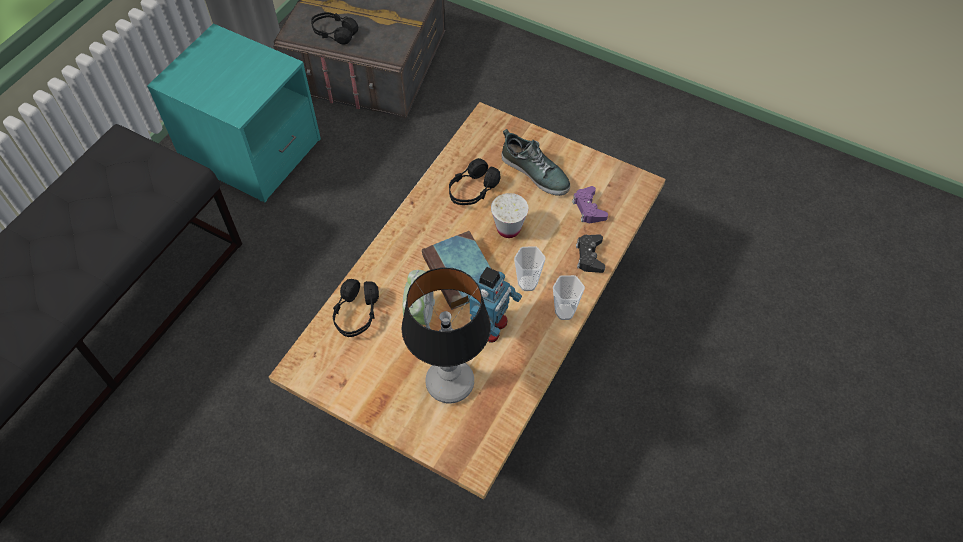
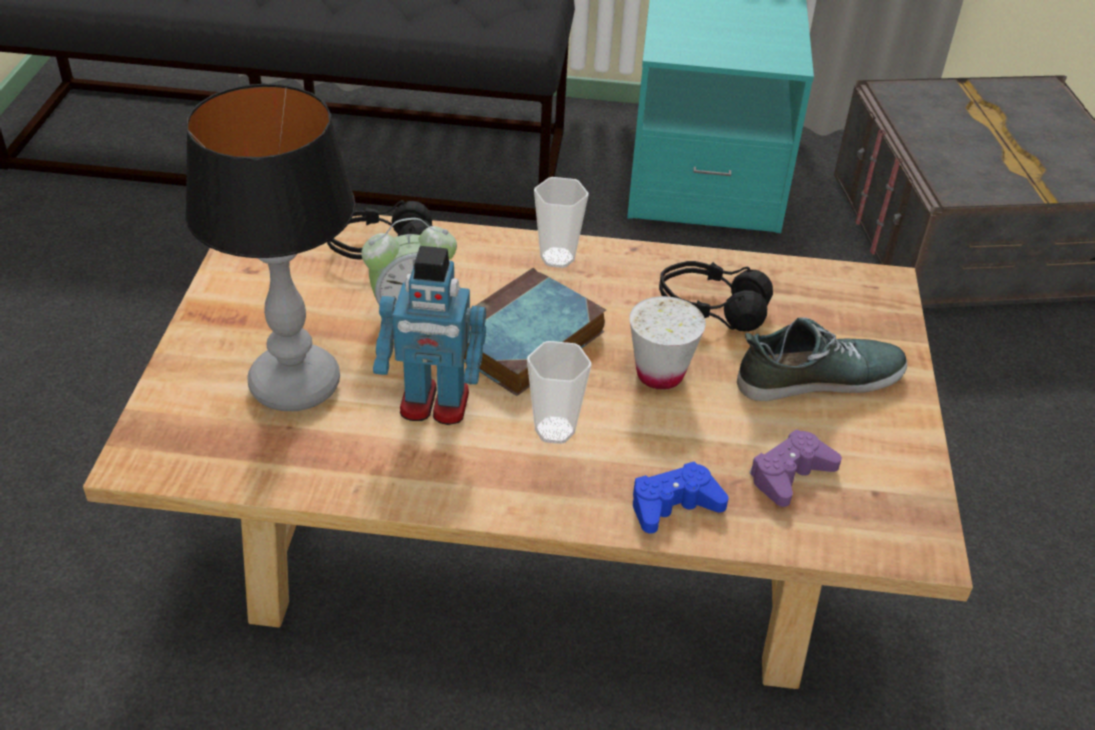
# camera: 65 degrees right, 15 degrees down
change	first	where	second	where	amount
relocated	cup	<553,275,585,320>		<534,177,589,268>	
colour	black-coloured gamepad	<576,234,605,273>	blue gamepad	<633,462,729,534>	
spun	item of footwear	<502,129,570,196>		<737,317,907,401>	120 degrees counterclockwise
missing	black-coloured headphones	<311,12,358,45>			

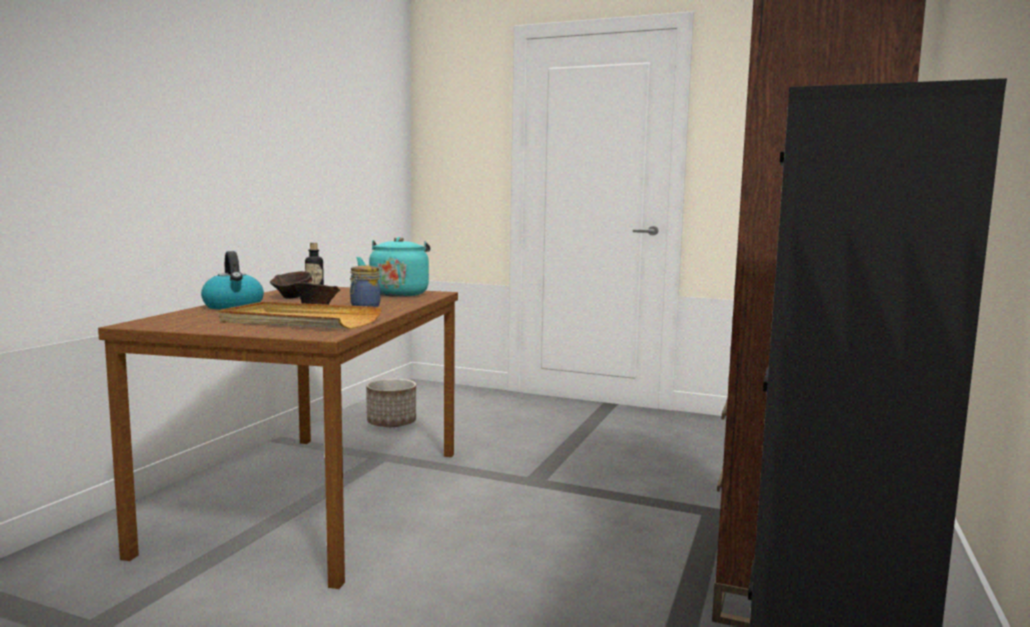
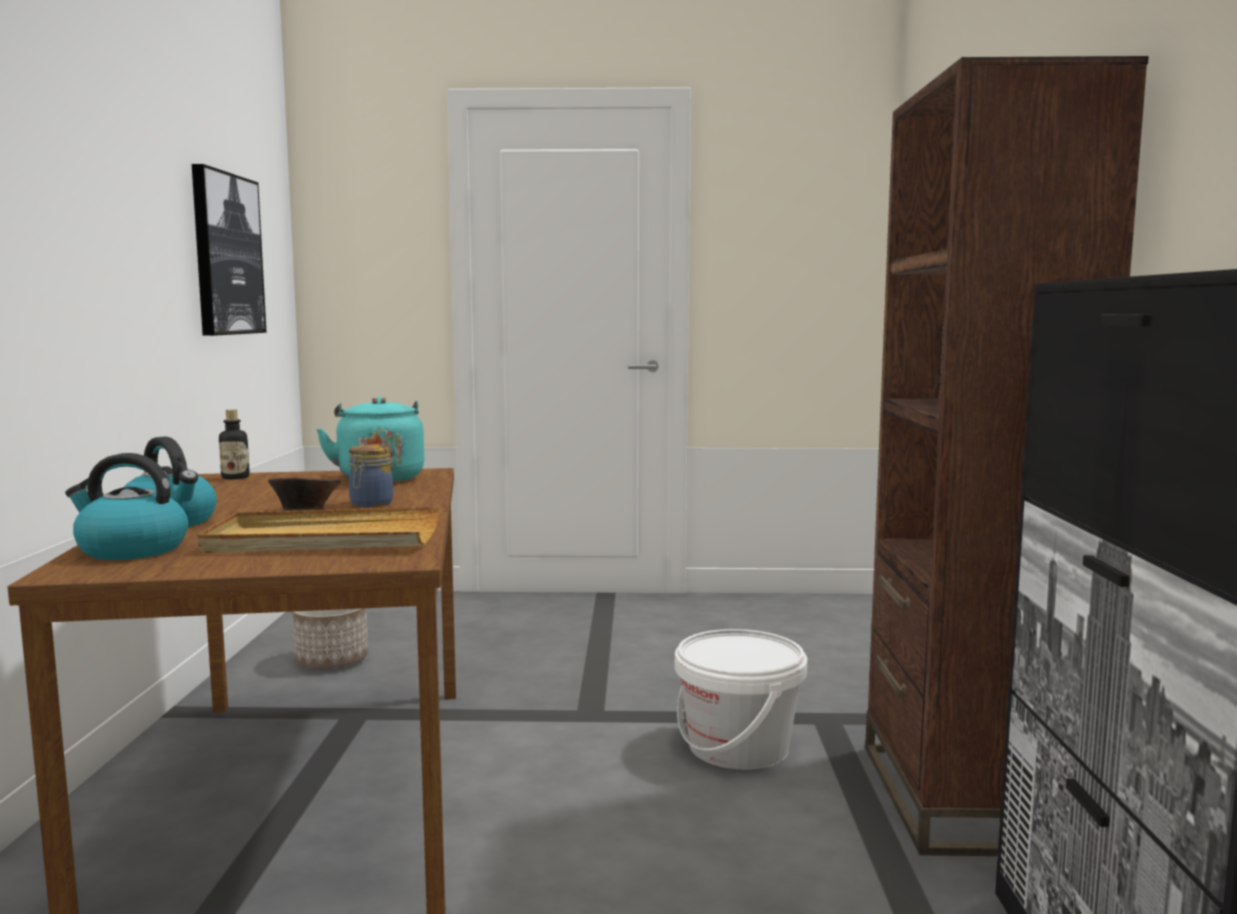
# camera: 20 degrees left, 0 degrees up
change	first	where	second	where	amount
appeared			kettle	<65,453,188,560>	
appeared			wall art	<192,164,267,336>	
appeared			white water bucket	<675,629,807,770>	
missing	brown deep dish	<270,271,312,299>			

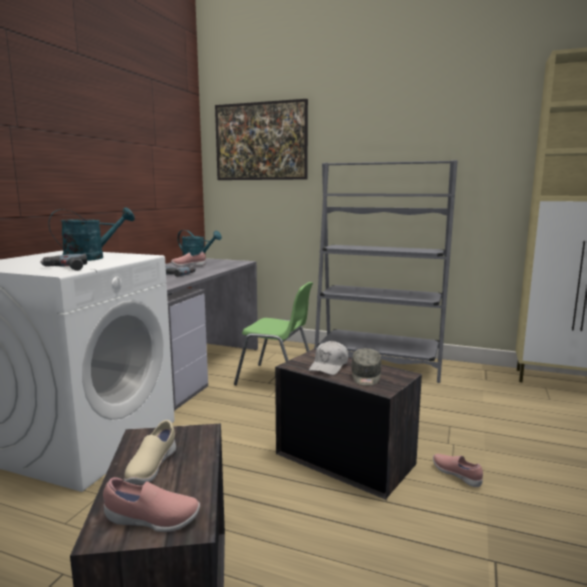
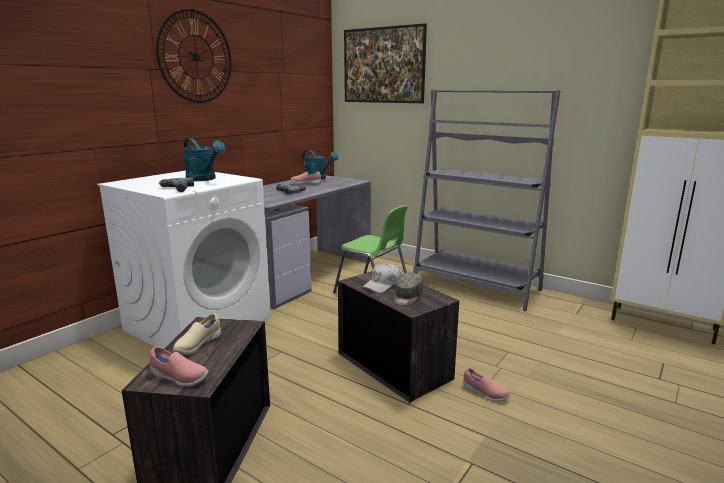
# camera: 15 degrees right, 5 degrees up
change	first	where	second	where	amount
appeared			clock on the wall	<156,9,232,103>	
spun	turquoise-coloured watering pot	<48,207,135,261>		<183,138,225,181>	60 degrees clockwise
spun	pink item of footwear	<433,454,483,487>		<463,368,510,402>	150 degrees clockwise

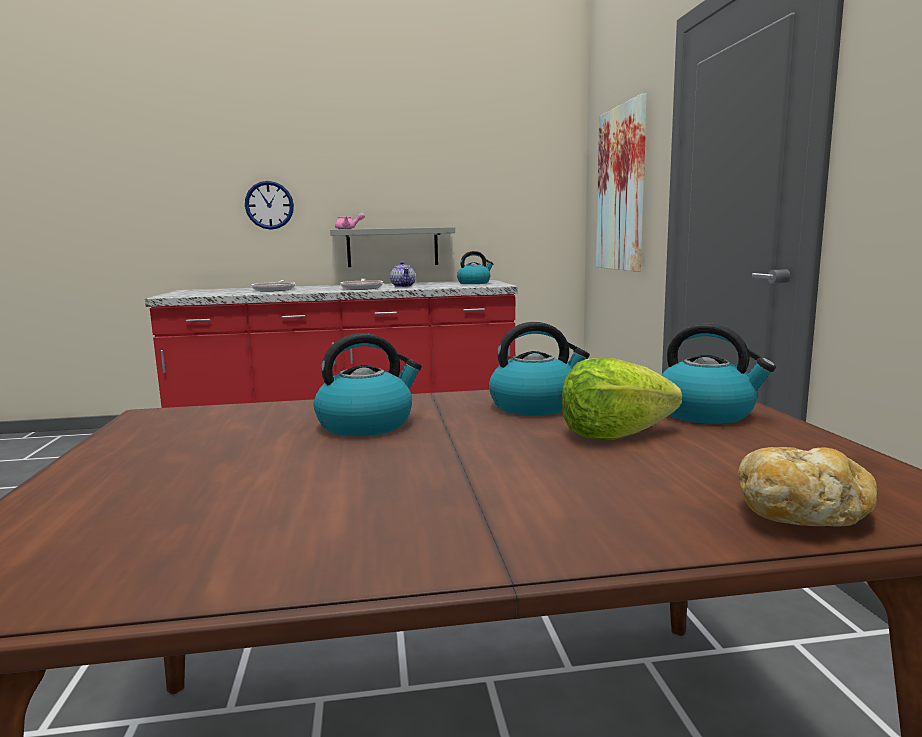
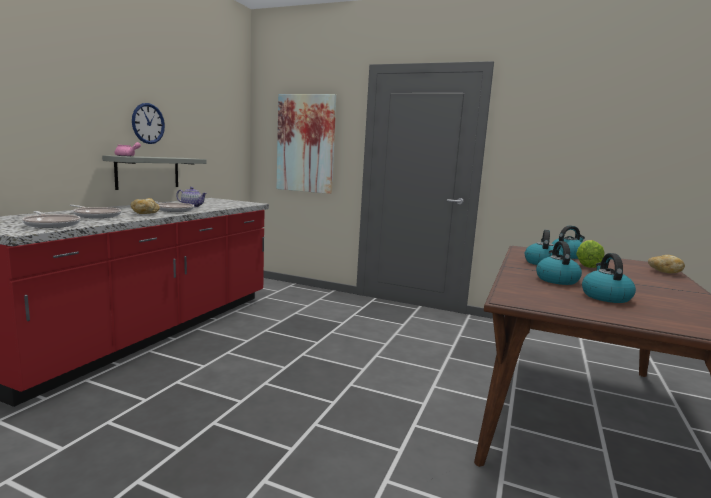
# camera: 60 degrees left, 0 degrees up
change	first	where	second	where	amount
appeared			skillet	<22,211,81,228>	
appeared			bread	<131,198,160,214>	
relocated	clock on the wall	<245,181,294,230>		<132,103,165,144>	
relocated	kettle	<457,251,494,284>		<582,253,636,303>	

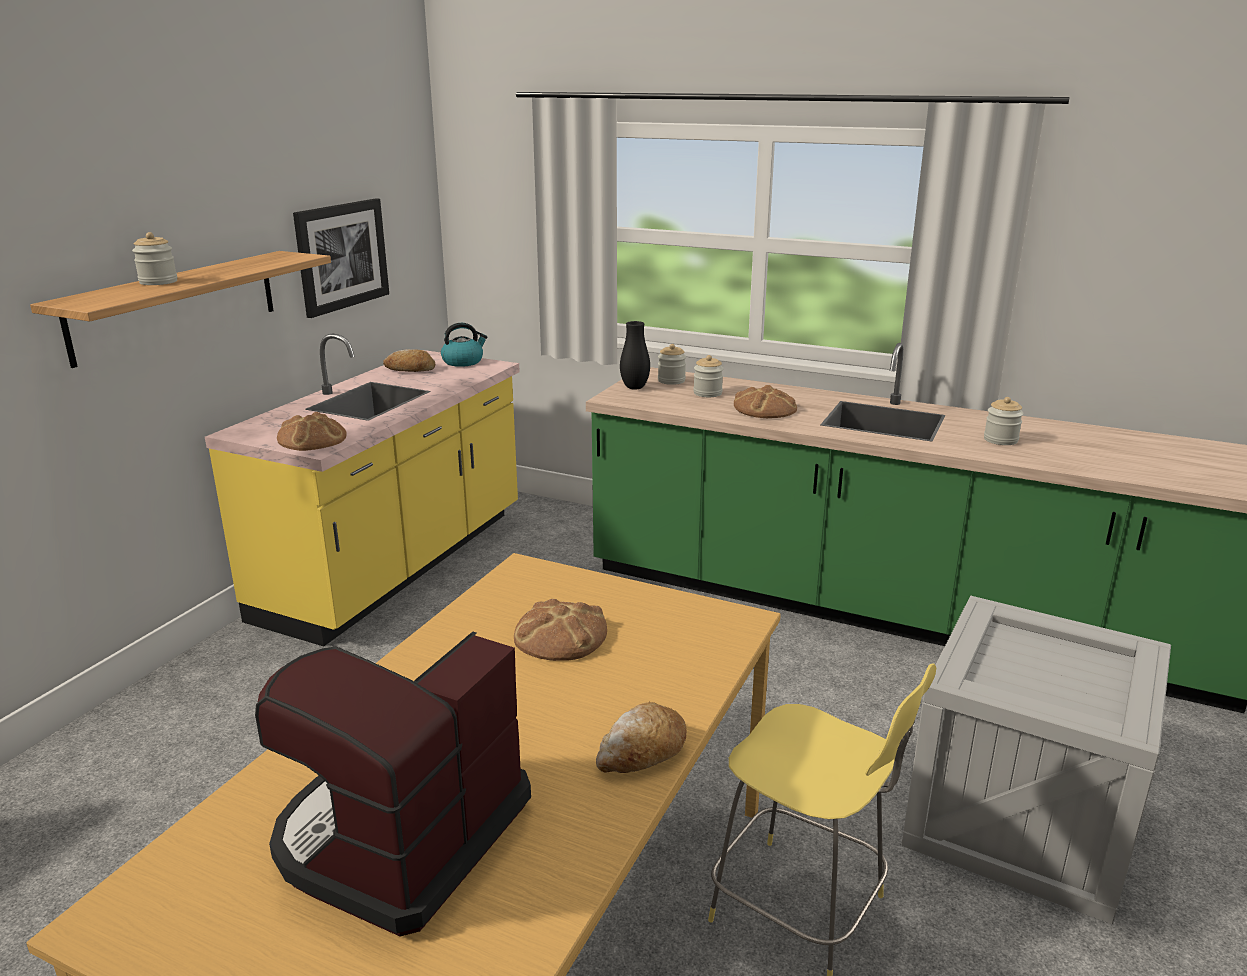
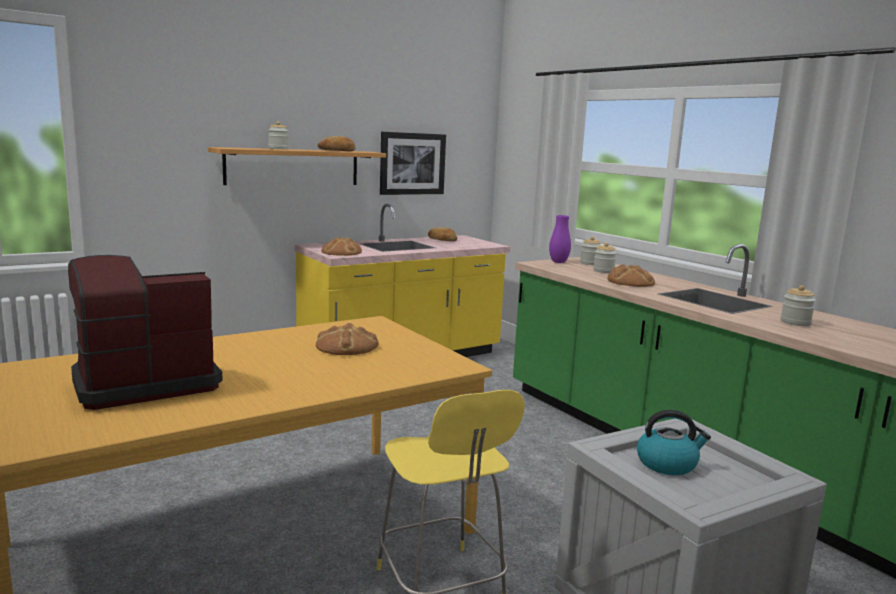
# camera: 30 degrees right, 10 degrees down
change	first	where	second	where	amount
relocated	bread	<596,702,687,773>		<317,136,355,151>	
colour	black-coloured decorative vase	<620,321,650,390>	purple-coloured decorative vase	<549,215,571,263>	
relocated	kettle	<441,323,487,367>		<637,410,711,475>	

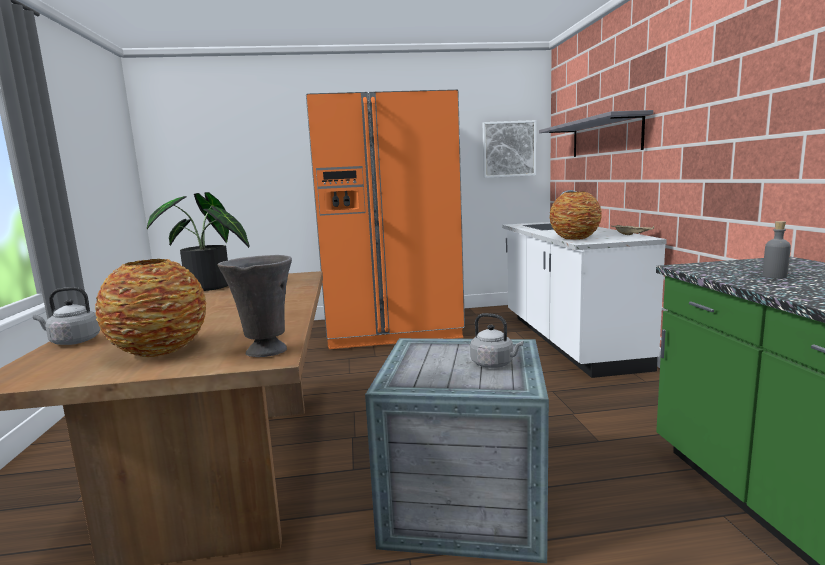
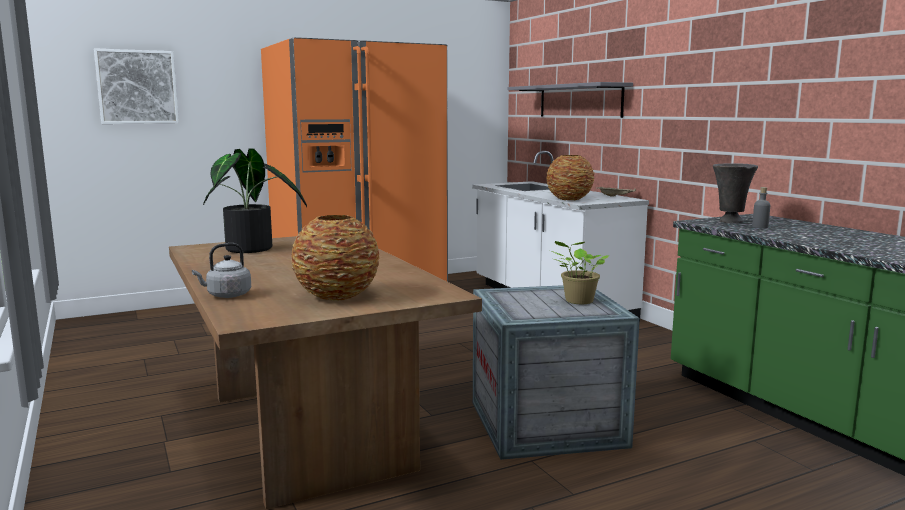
# camera: 20 degrees left, 0 degrees up
change	first	where	second	where	amount
relocated	wall art	<483,120,536,178>		<94,48,179,124>	
exchanged	gray kettle	<470,313,524,368>	houseplant	<552,241,609,304>	
relocated	gray decorative vase	<218,255,292,357>		<713,163,758,223>	

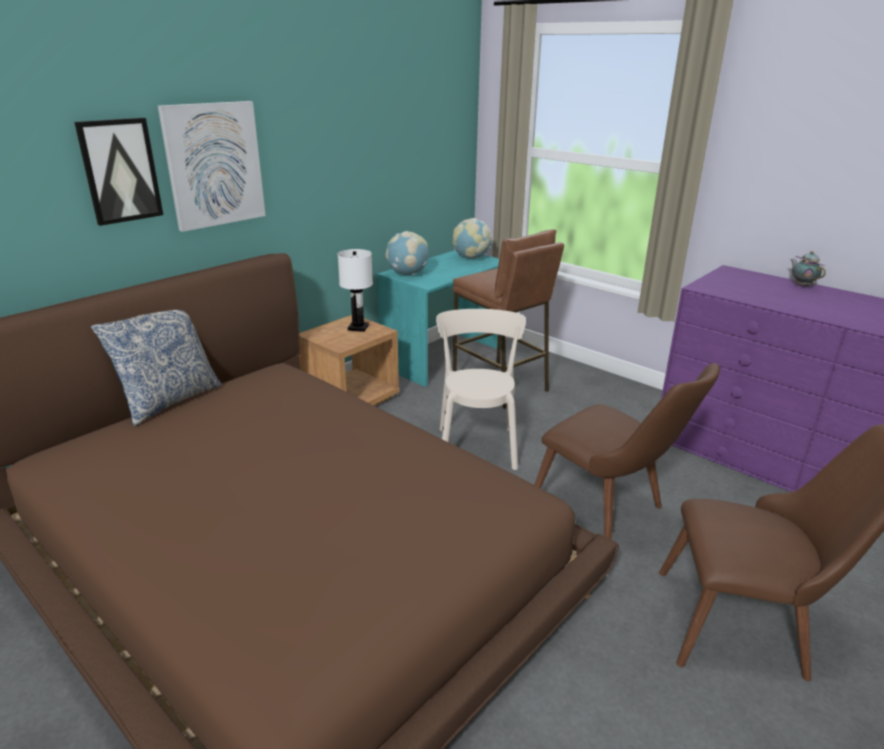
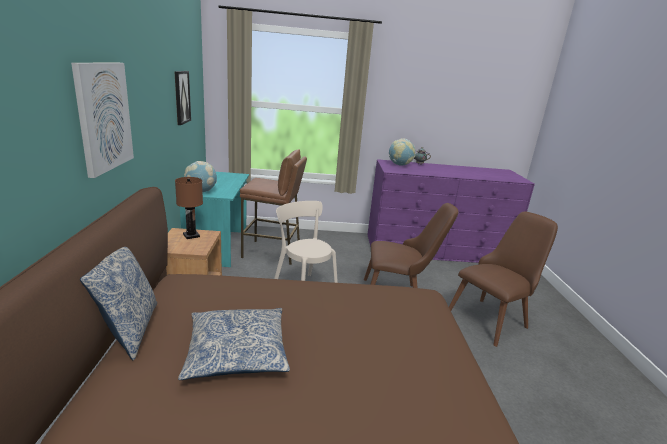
# camera: 45 degrees left, 5 degrees down
change	first	where	second	where	amount
relocated	wall art	<74,118,163,226>		<175,71,191,125>	
colour	white table lamp	<338,249,373,332>	brown table lamp	<175,177,203,239>	
appeared			throw pillow	<178,308,290,380>	
relocated	desk globe	<452,218,493,259>		<389,138,416,166>	

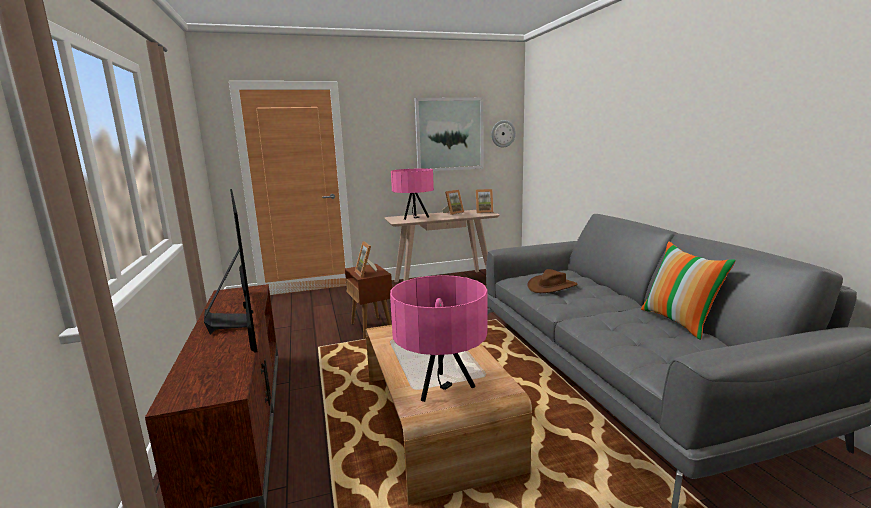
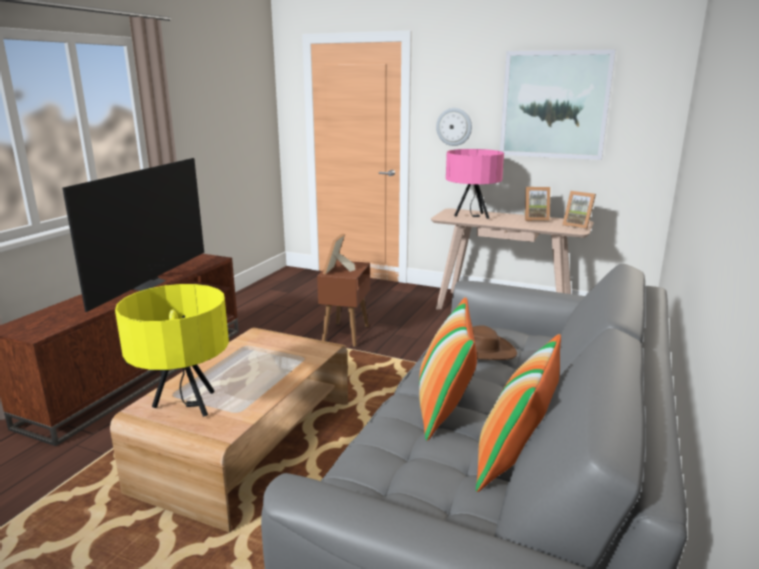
# camera: 40 degrees right, 5 degrees up
change	first	where	second	where	amount
colour	pink table lamp	<390,275,488,402>	yellow-coloured table lamp	<115,284,229,417>	
appeared			throw pillow	<419,297,477,441>	
relocated	clock on the wall	<491,120,516,148>		<436,108,472,146>	

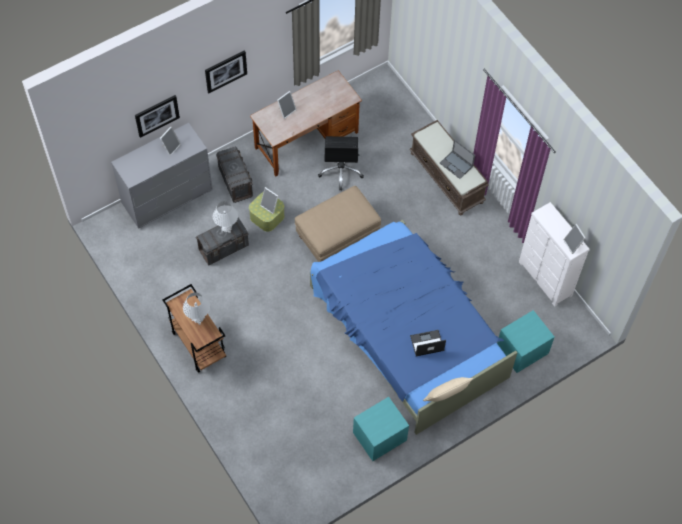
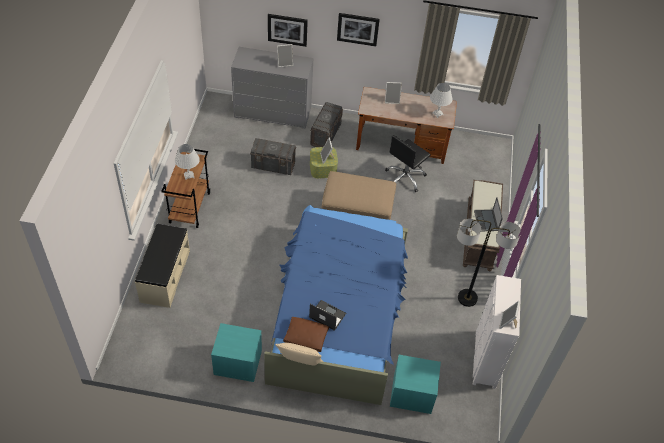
# camera: 40 degrees right, 10 degrees down
change	first	where	second	where	amount
appeared			sand-coloured indoor bench	<135,224,190,308>	
appeared			brown throw pillow	<283,317,329,352>	
relocated	white table lamp	<213,201,238,233>		<430,83,453,118>	
appeared			standing lamp	<457,219,521,307>	

